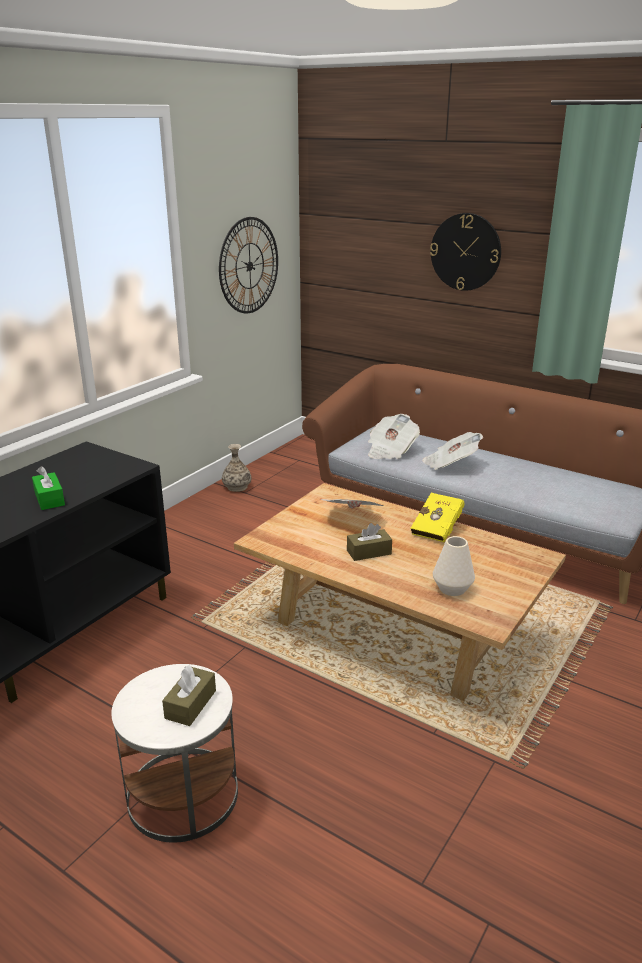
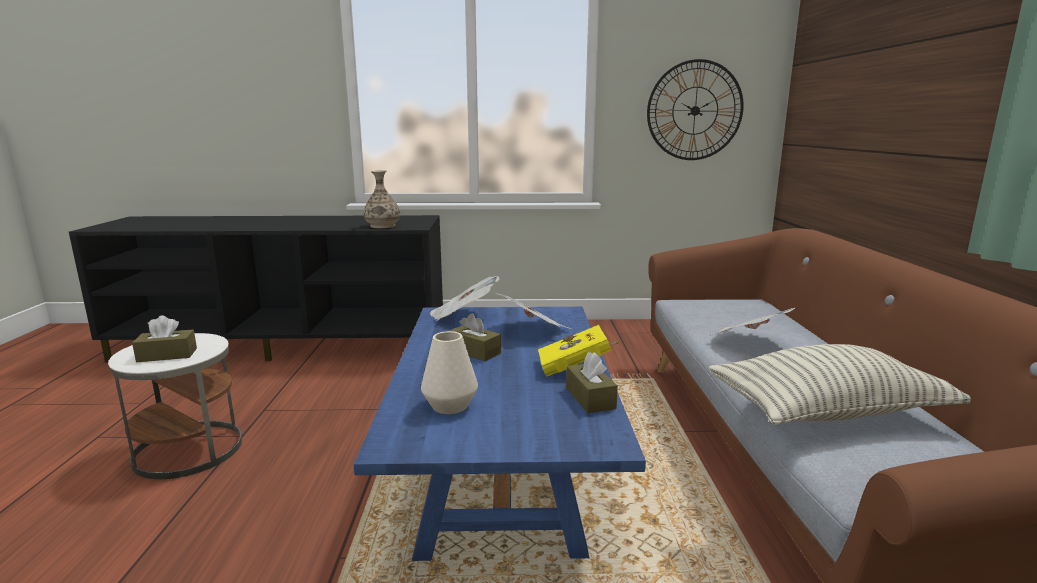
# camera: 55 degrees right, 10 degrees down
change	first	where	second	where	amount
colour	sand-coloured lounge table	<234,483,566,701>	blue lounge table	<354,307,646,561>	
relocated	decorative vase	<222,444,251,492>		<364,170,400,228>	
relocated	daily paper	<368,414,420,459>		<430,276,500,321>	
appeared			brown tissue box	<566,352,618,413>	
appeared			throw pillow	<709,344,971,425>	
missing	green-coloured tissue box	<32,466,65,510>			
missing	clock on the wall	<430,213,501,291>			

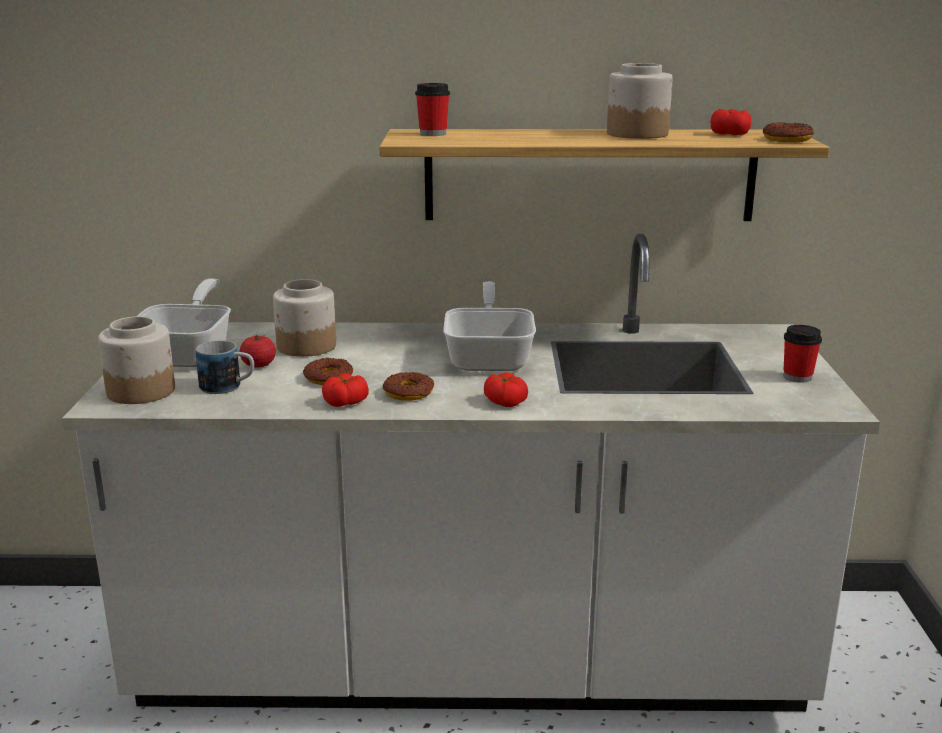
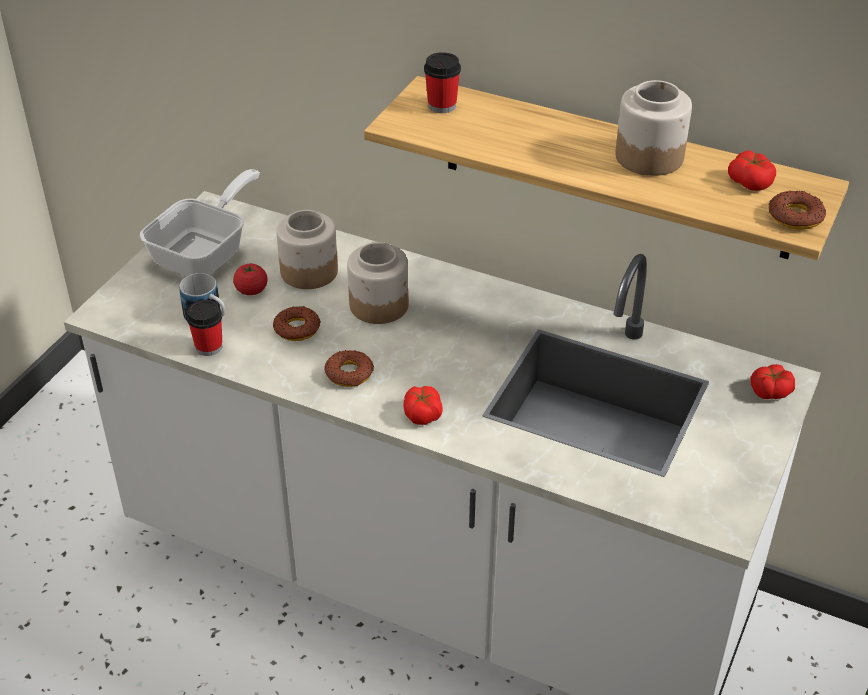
# camera: 25 degrees right, 20 degrees up
change	first	where	second	where	amount
relocated	cup	<784,325,822,383>		<186,300,222,356>	
relocated	preserve jar	<98,316,175,404>		<347,242,409,324>	
relocated	tomato	<322,373,369,407>		<751,364,795,399>	
missing	skillet	<443,282,536,371>			

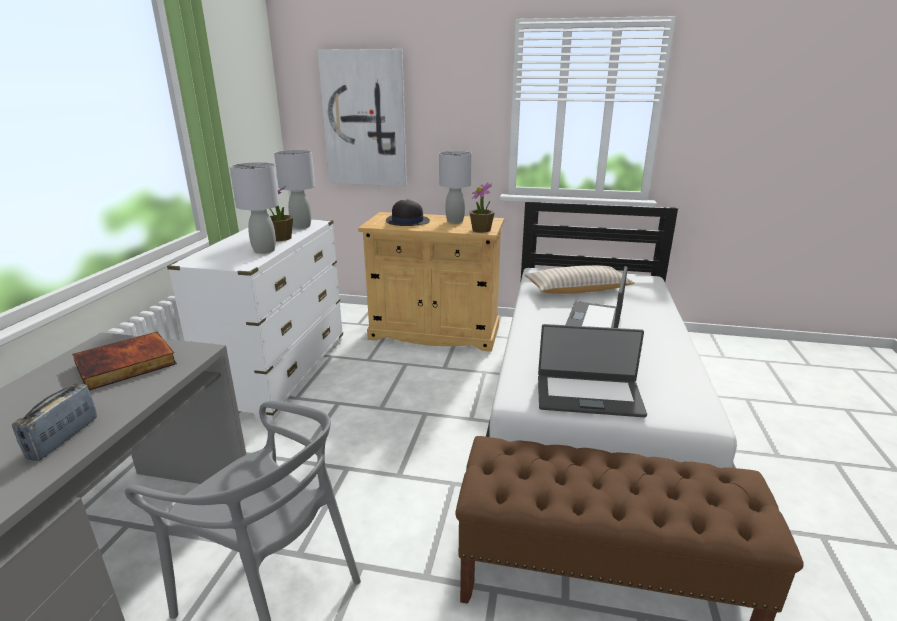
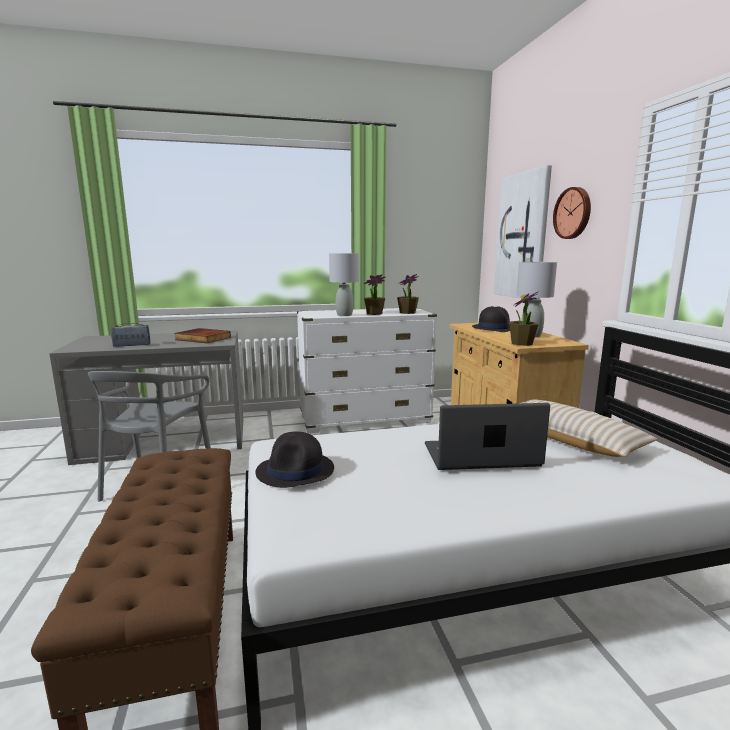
# camera: 65 degrees right, 10 degrees down
change	first	where	second	where	amount
exchanged	notebook computer	<538,324,647,417>	black-coloured hat	<255,431,334,488>	
exchanged	gray table lamp	<274,150,315,229>	houseplant	<397,274,419,314>	
appeared			clock on the wall	<553,187,591,239>	

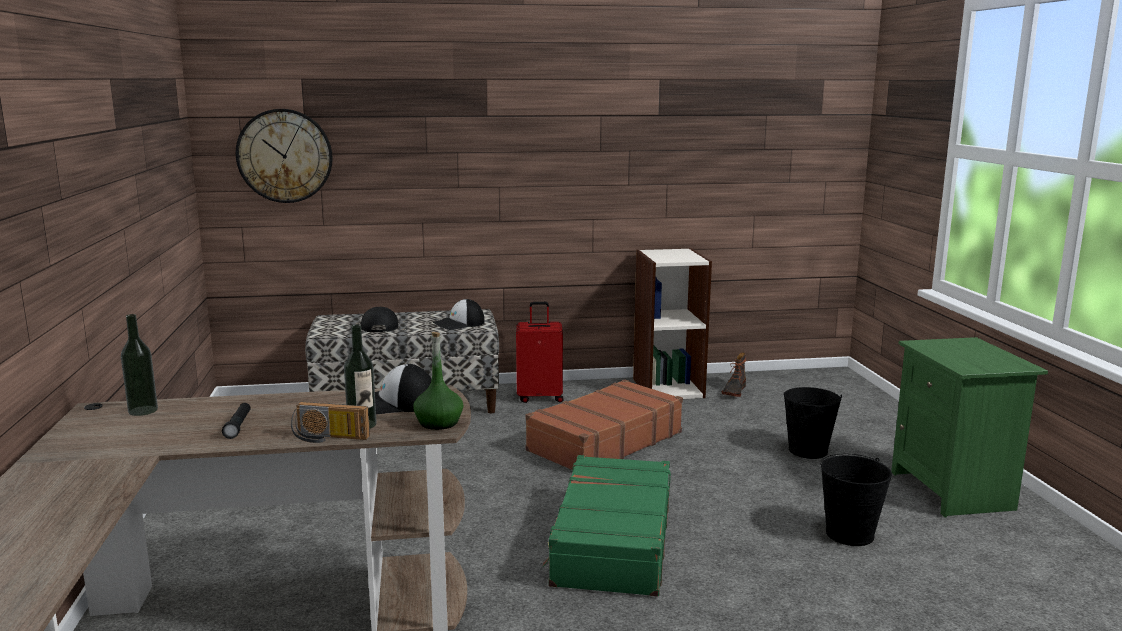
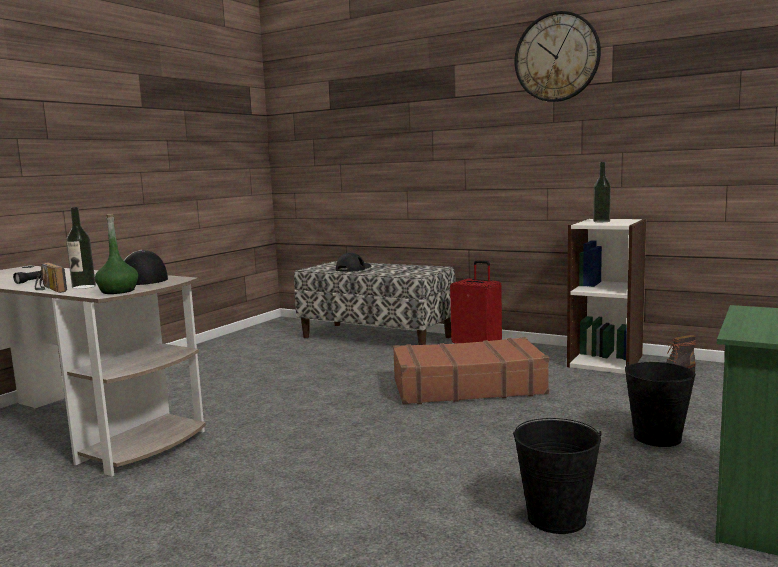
# camera: 40 degrees right, 5 degrees down
change	first	where	second	where	amount
relocated	clock on the wall	<236,109,333,203>		<515,11,601,102>	
relocated	drink bottle	<121,314,158,416>		<593,162,611,222>	
missing	peaked cap	<433,299,485,330>			
missing	green-coloured piece of luggage	<542,455,671,597>			

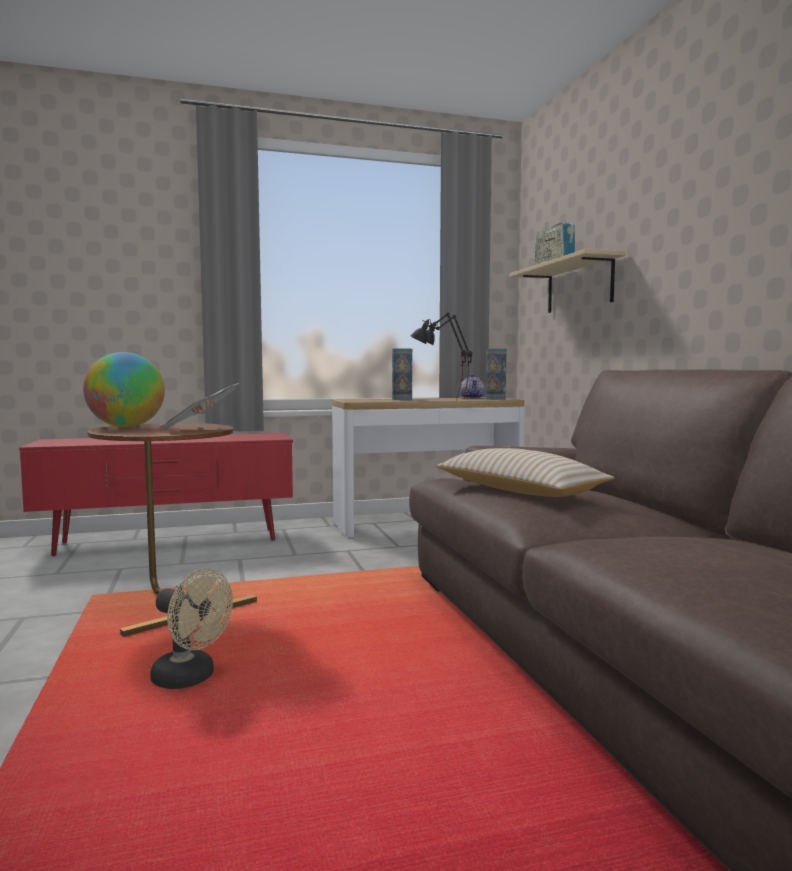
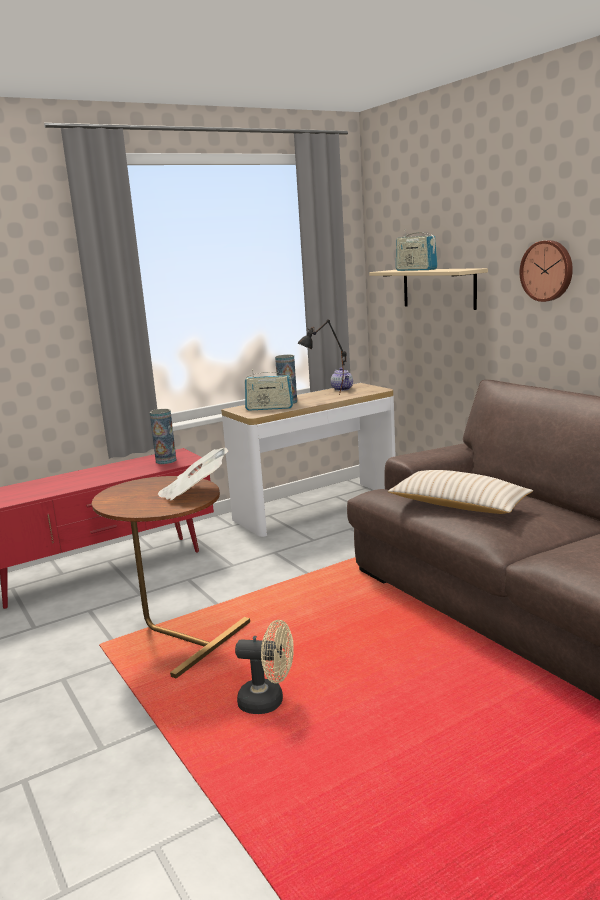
# camera: 15 degrees left, 10 degrees up
change	first	where	second	where	amount
relocated	decorative vase	<486,349,506,400>		<150,409,176,464>	
appeared			radio receiver	<245,370,294,411>	
appeared			clock on the wall	<520,240,573,302>	
missing	desk globe	<83,352,165,427>			
missing	black-coloured table lamp	<411,312,467,400>			

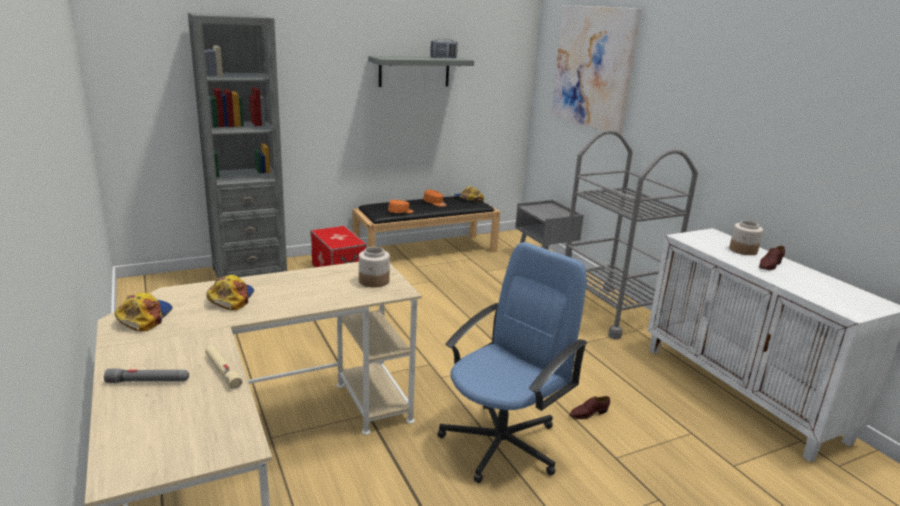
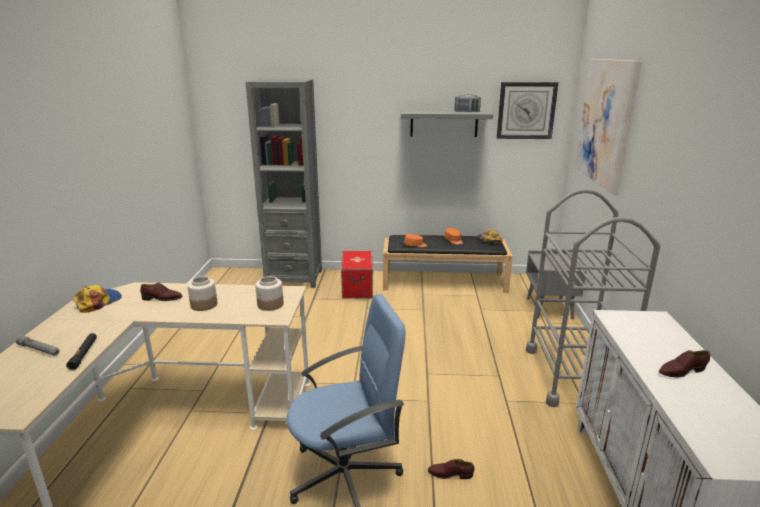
# camera: 30 degrees right, 0 degrees up
change	first	where	second	where	amount
colour	sand-coloured torch	<205,346,243,389>	black-coloured torch	<66,333,97,370>	
exchanged	peaked cap	<206,275,254,310>	brown item of footwear	<140,283,182,301>	
relocated	preserve jar	<729,221,763,255>		<187,276,217,311>	
appeared			clock on the wall	<497,82,559,139>	

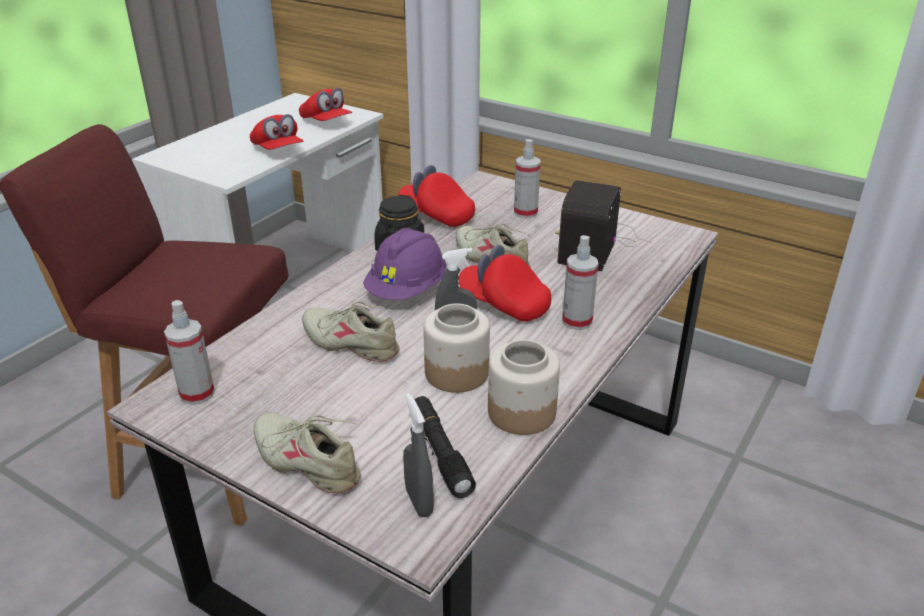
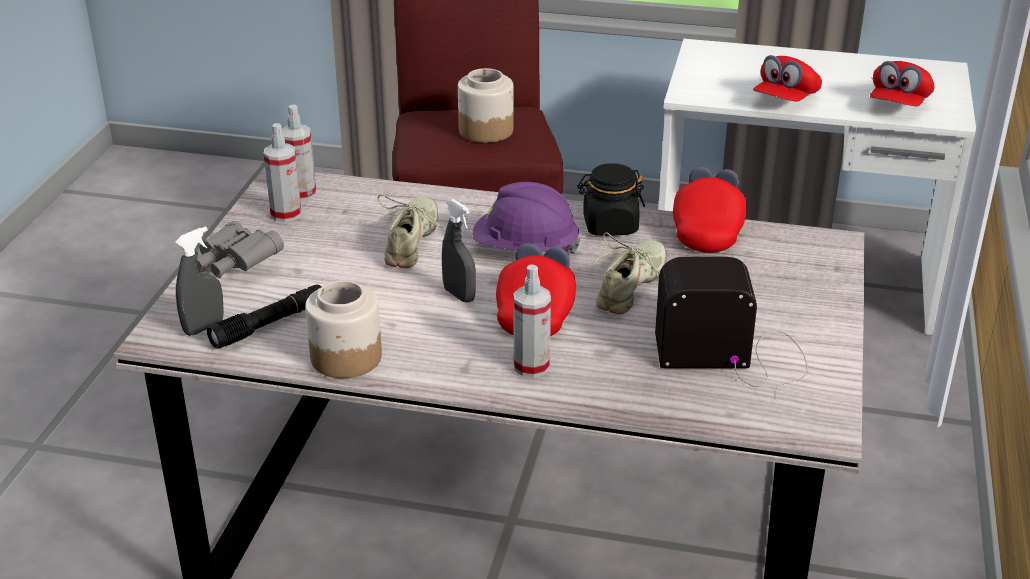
# camera: 70 degrees right, 0 degrees up
change	first	where	second	where	amount
exchanged	sand-coloured item of footwear	<254,412,361,494>	gray pair of binoculars	<196,221,284,278>	
relocated	sprayer	<514,139,541,219>		<264,123,301,222>	
relocated	preserve jar	<423,303,490,393>		<458,68,514,143>	

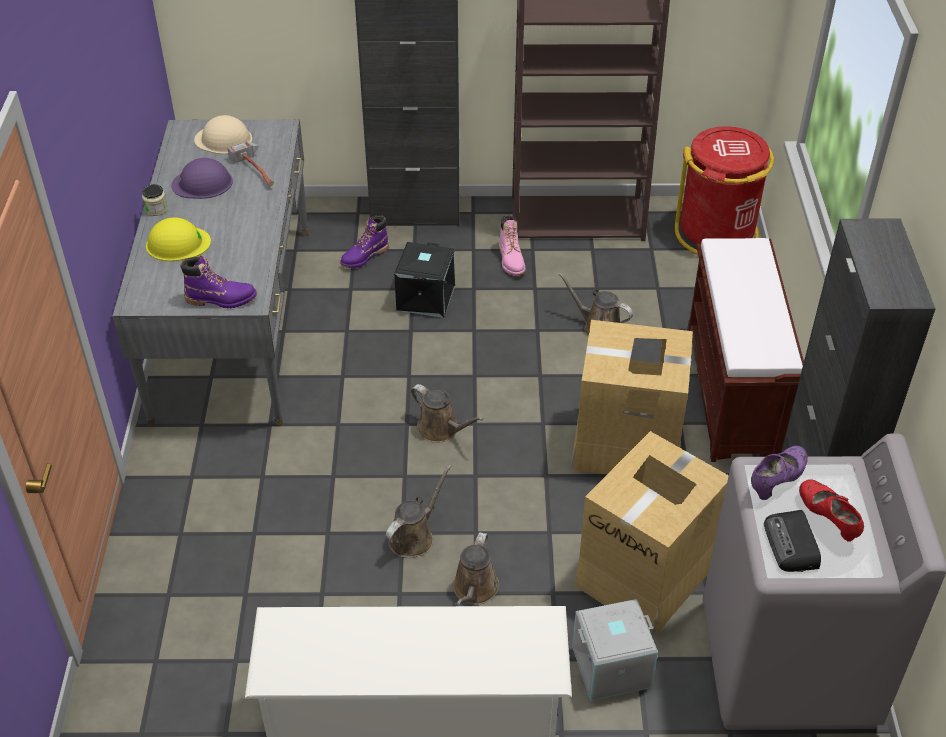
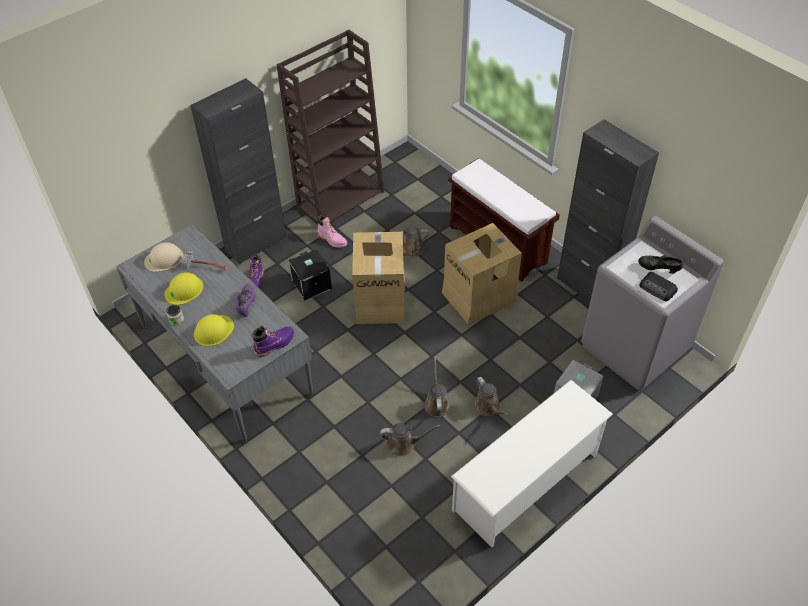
# camera: 40 degrees left, 5 degrees up
change	first	where	second	where	amount
colour	purple-coloured safety helmet	<171,158,233,199>	yellow-coloured safety helmet	<164,272,203,305>	
relocated	purple-coloured item of footwear	<751,446,808,500>		<235,284,256,317>	
relocated	packing box	<574,431,729,635>		<352,232,406,324>	
relocated	brown watering pot	<411,384,484,443>		<380,423,440,457>	
colour	red-coloured item of footwear	<799,479,864,542>	black-coloured item of footwear	<638,255,683,274>	
missing	red-coloured waste bin	<675,126,774,255>			

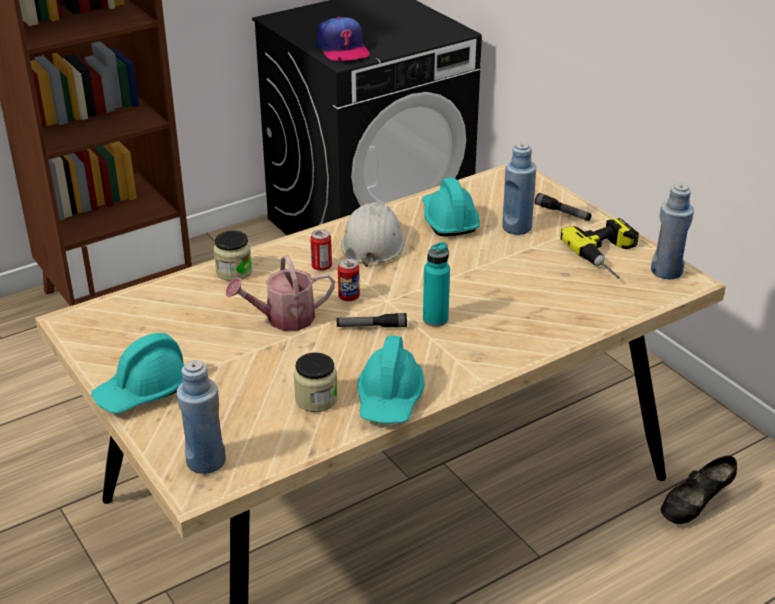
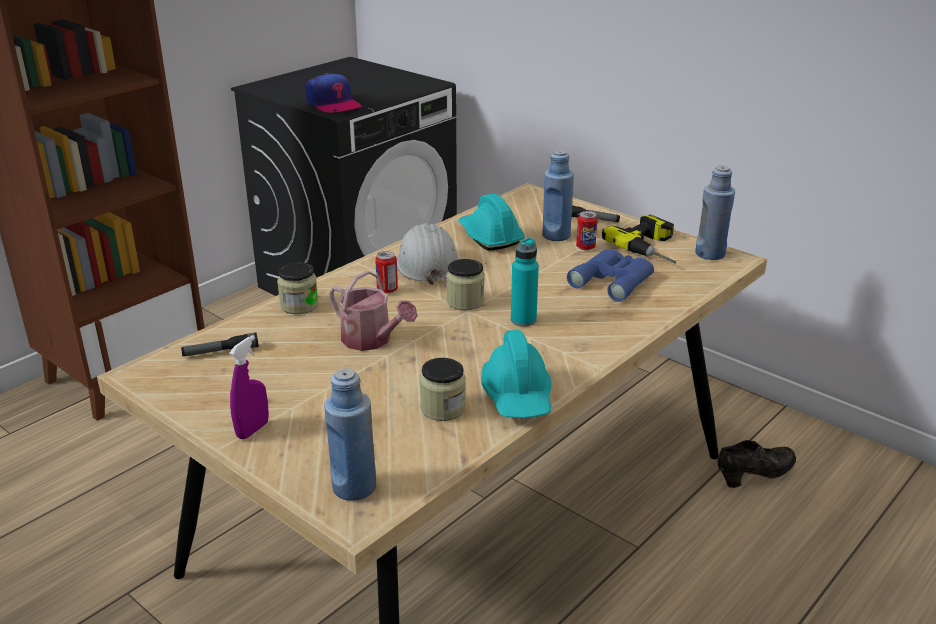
# camera: 15 degrees left, 5 degrees down
change	first	where	second	where	amount
relocated	torch	<337,313,407,328>		<181,332,259,356>	
exchanged	turquoise-coloured safety helmet	<91,333,184,413>	purple-coloured sprayer	<229,335,269,439>	
spun	watering pot	<226,255,335,331>		<329,271,418,351>	105 degrees counterclockwise
appeared			preserve jar	<446,259,485,310>	
appeared			blue pair of binoculars	<567,249,654,302>	
relocated	metal can	<338,259,360,301>		<576,211,598,250>	
spun	black-coloured item of footwear	<661,456,737,524>		<718,440,796,488>	150 degrees counterclockwise

